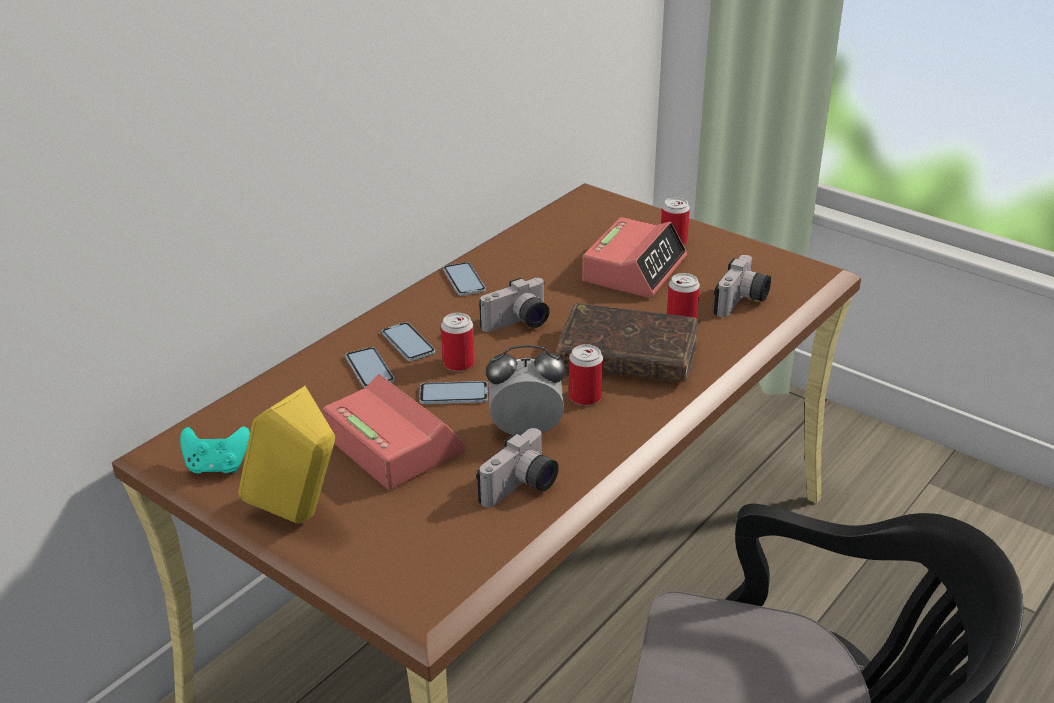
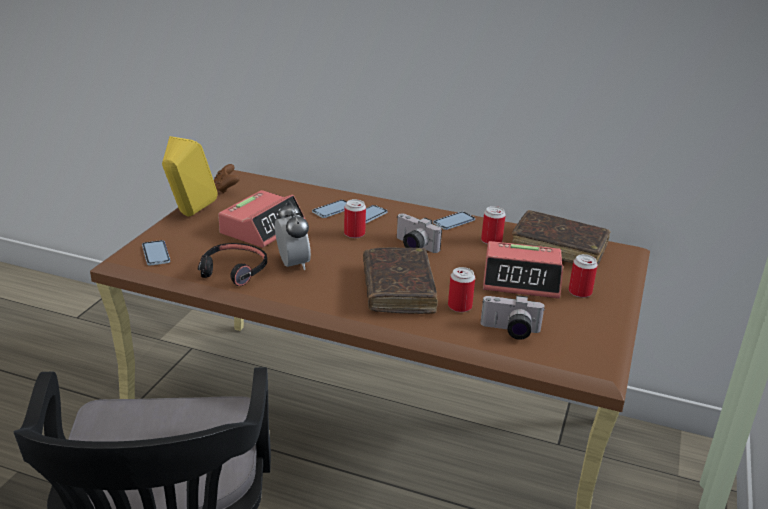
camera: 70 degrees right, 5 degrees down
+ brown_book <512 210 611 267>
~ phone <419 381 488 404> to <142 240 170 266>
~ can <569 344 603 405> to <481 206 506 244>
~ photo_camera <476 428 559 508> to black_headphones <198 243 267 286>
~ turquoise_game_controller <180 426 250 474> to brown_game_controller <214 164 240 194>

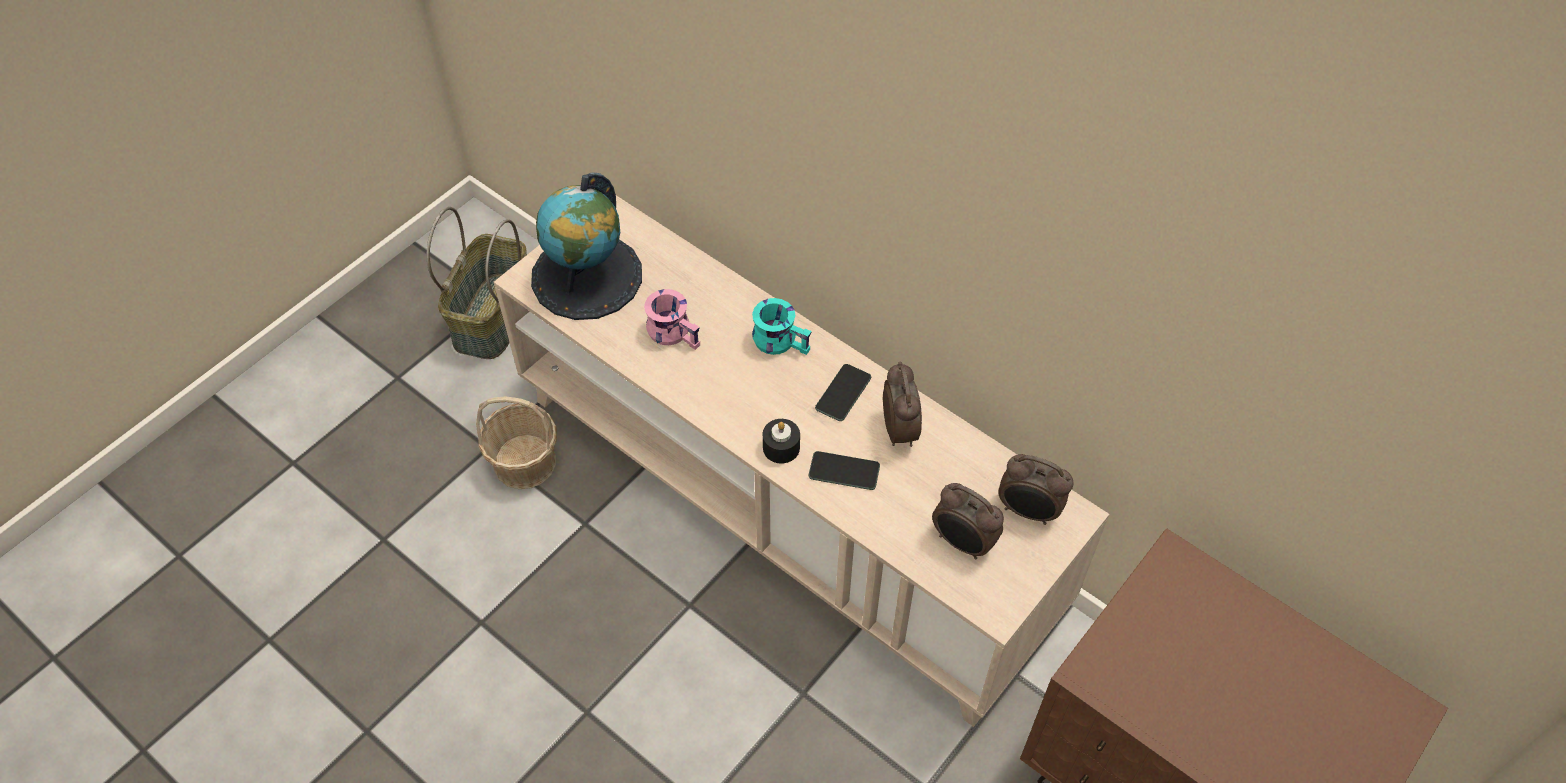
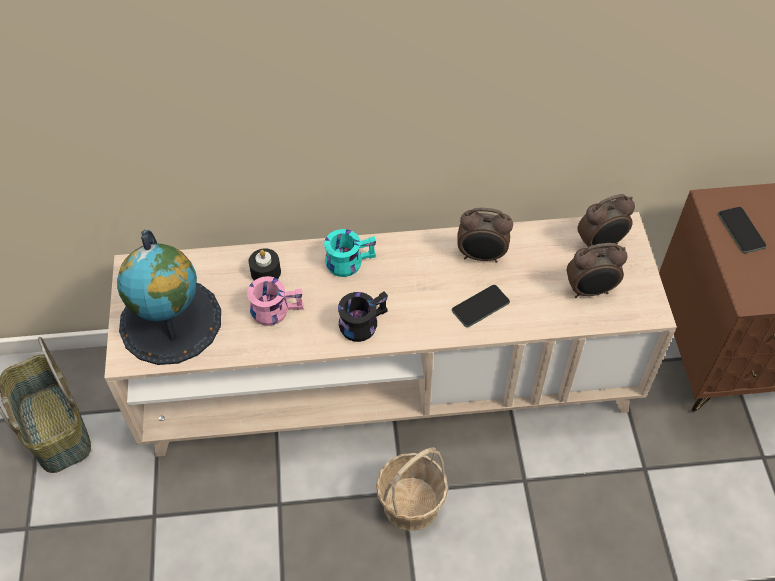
camera: 45 degrees left, 0 degrees up
+ black_mug <338 291 388 342>
~ basket <476 397 557 489> to <376 447 448 531>
~ black_candle <763 419 800 464> to <249 248 281 280>
~ phone <815 364 871 421> to <718 207 767 253>
~ alarm_clock <883 361 922 447> = <457 208 513 263> 150 degrees clockwise

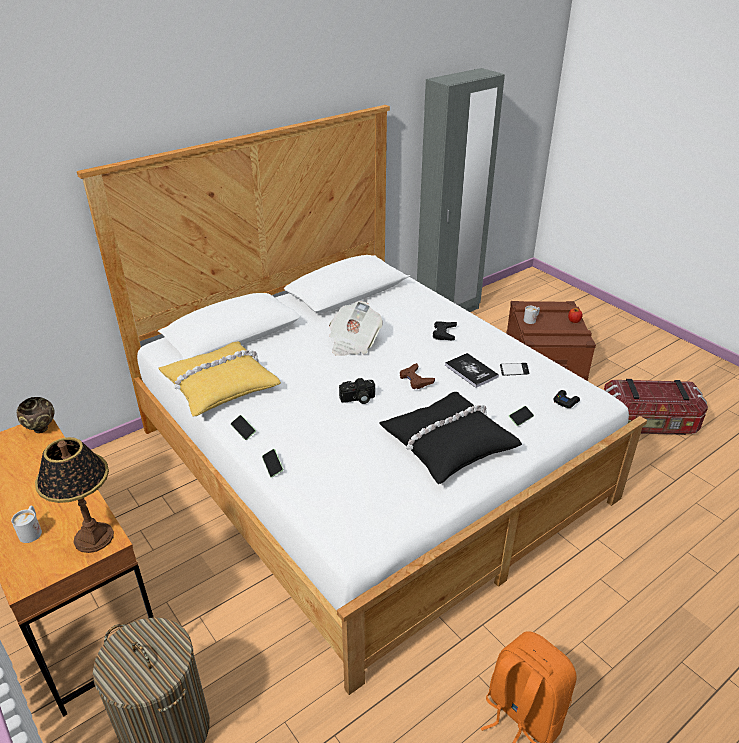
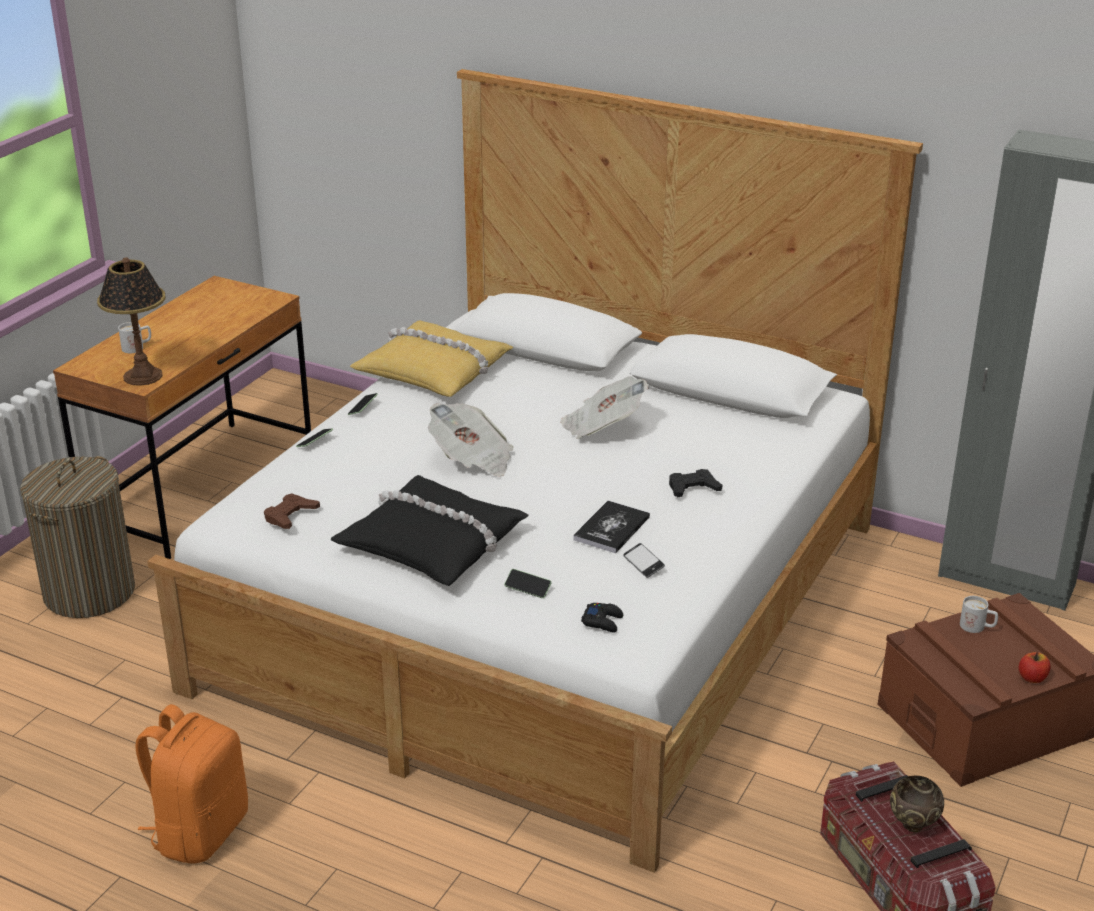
camera: 65 degrees right, 5 degrees down
~ brown_bowl <17 397 54 433> to <890 776 944 832>
~ brown_game_controller <400 363 435 389> to <264 493 320 529>
~ photo_camera <339 378 375 404> to newspaper <428 403 514 477>

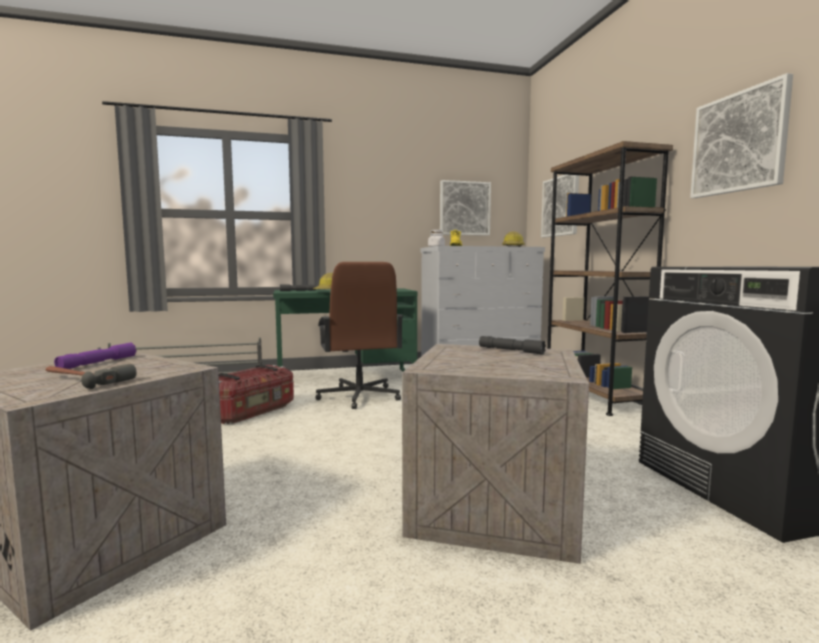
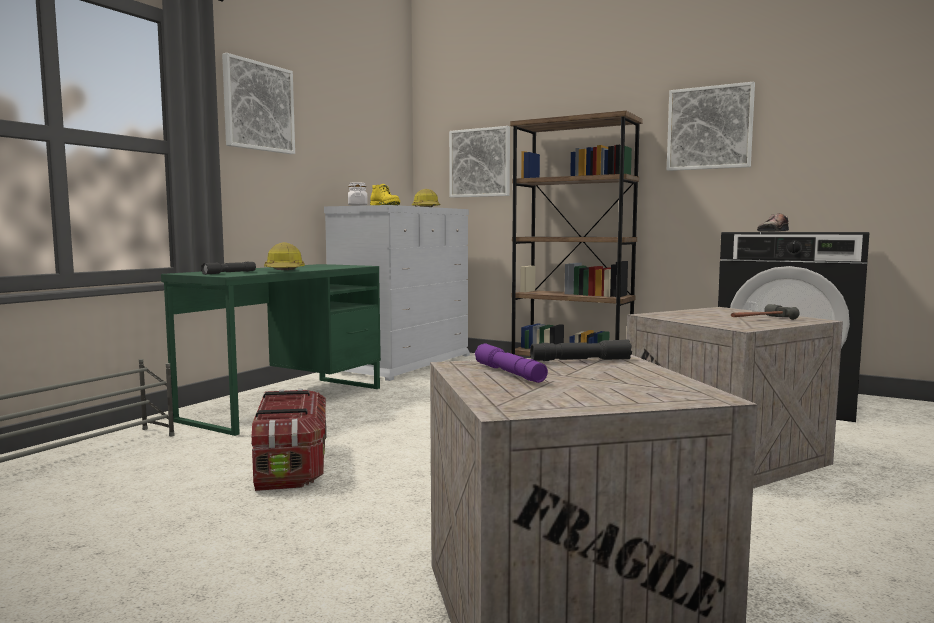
camera: 45 degrees left, 0 degrees up
- brown_office_chair <315 262 403 409>
+ shoe <757 213 789 232>
~ hammer <45 364 137 389> to <731 304 799 320>
~ picture <440 180 491 236> to <222 53 295 154>
~ grey_flashlight <479 336 546 355> to <530 340 632 361>

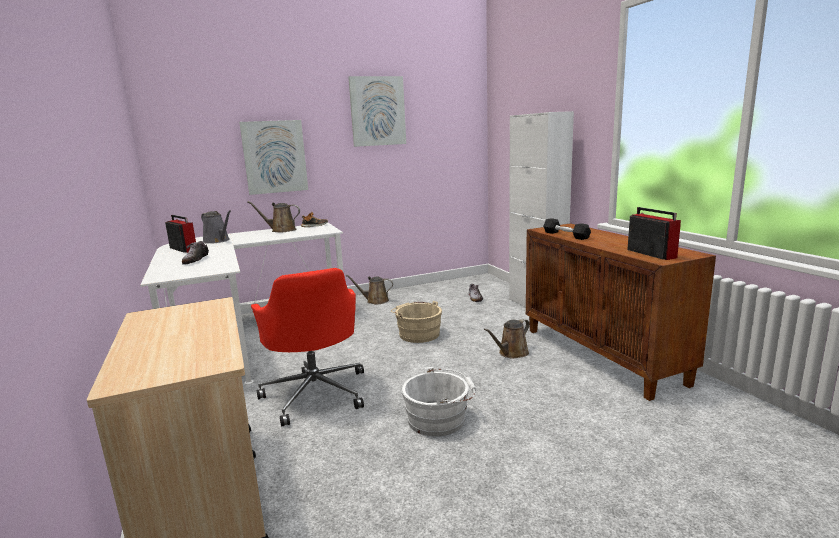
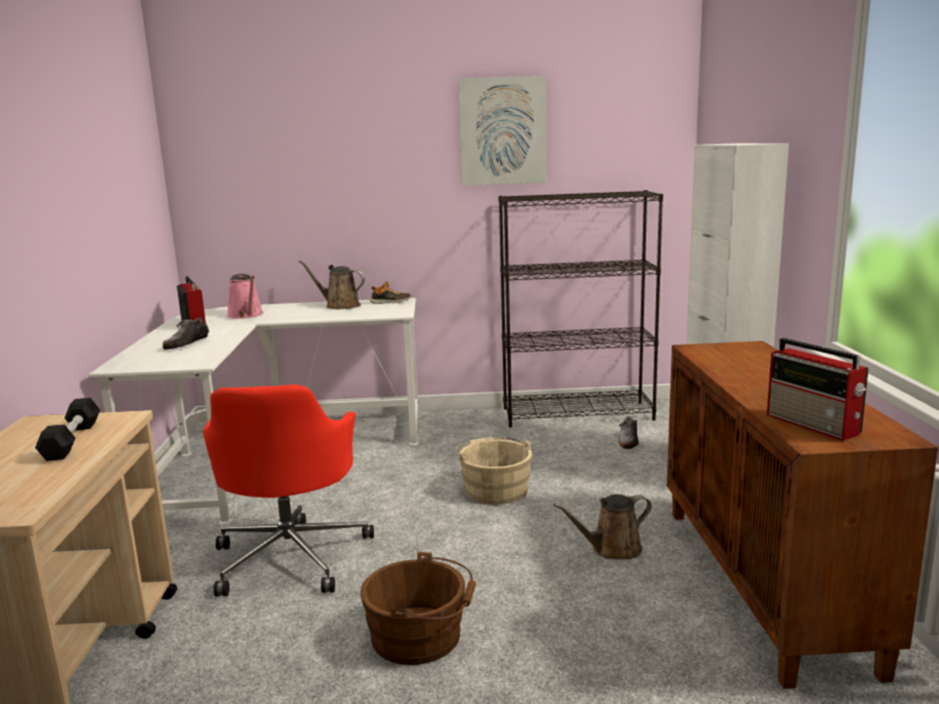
camera: 20 degrees right, 0 degrees up
- picture <239 120 308 195>
- brown_watering_can <346 275 393 304>
+ black_bookcase <499 190 663 428>
~ black_dumbbell <543 218 591 240> to <35 398 100 461>
~ grey_watering_can <201 210 231 244> to pink_watering_can <227 274 263 319>
~ white_bucket <402 367 476 436> to brown_bucket <360 552 476 665>
~ radio <627 207 681 260> = <767 338 869 441> 150 degrees clockwise

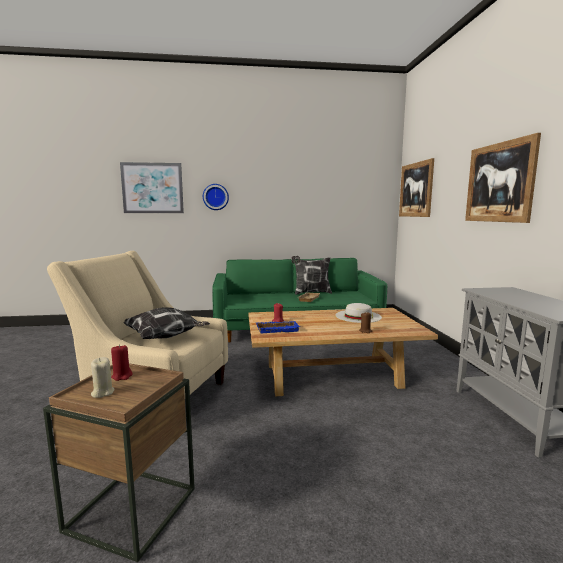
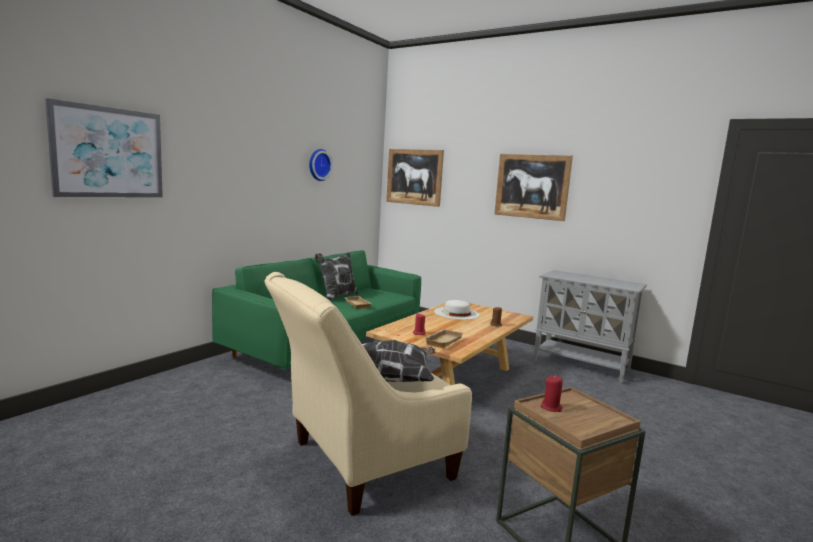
camera: 50 degrees left, 0 degrees up
- beige_candle <91 357 114 398>
~ wall_clock <203 184 229 210> to <309 149 333 181>
~ blue_tray <256 321 300 333> to beige_tray <424 329 463 348>

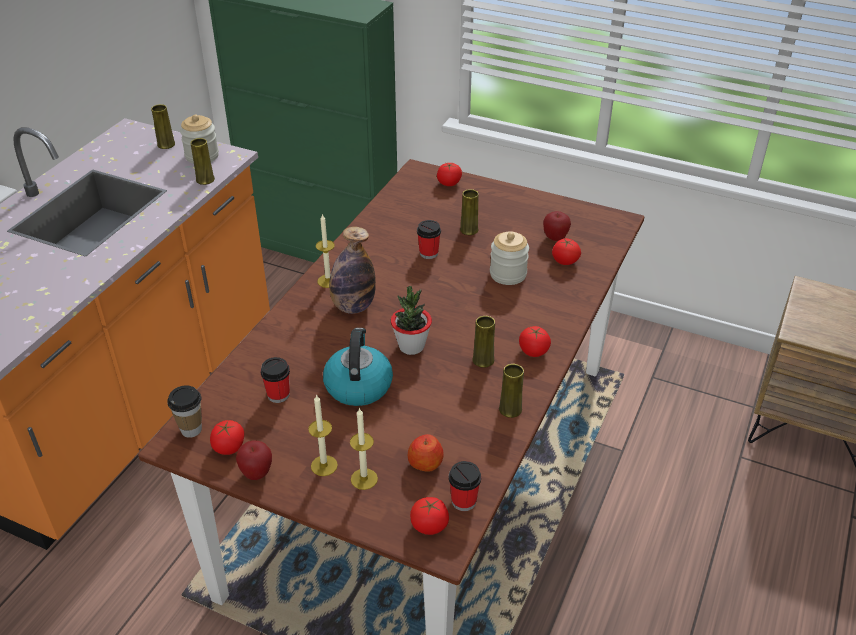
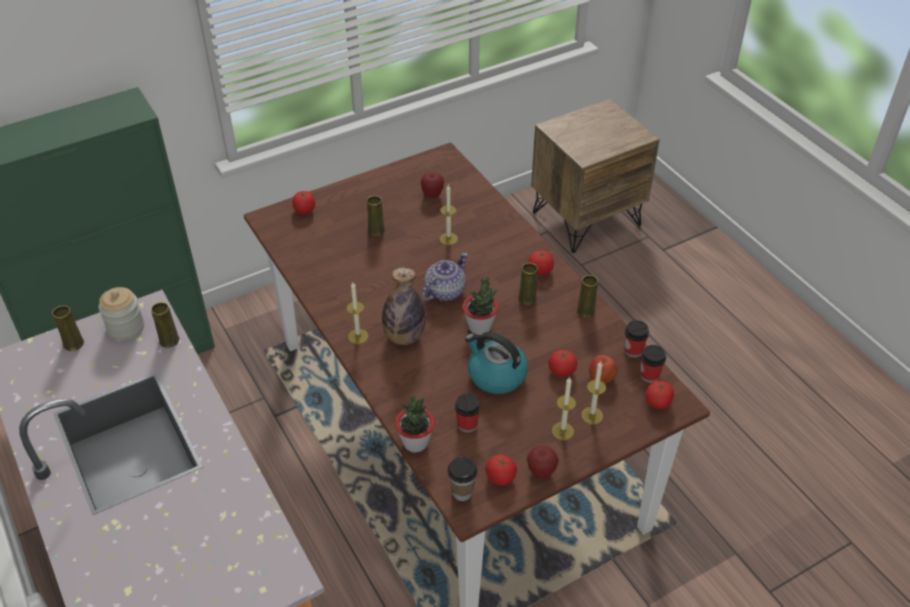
camera: 55 degrees left, 5 degrees up
+ potted_plant <395 396 435 453>
+ teapot <422 253 468 301>
~ cup <417 220 441 259> to <624 320 649 358>
~ tomato <552 238 581 265> to <548 350 577 377>
~ jar <490 231 529 285> to candle <439 185 458 245>

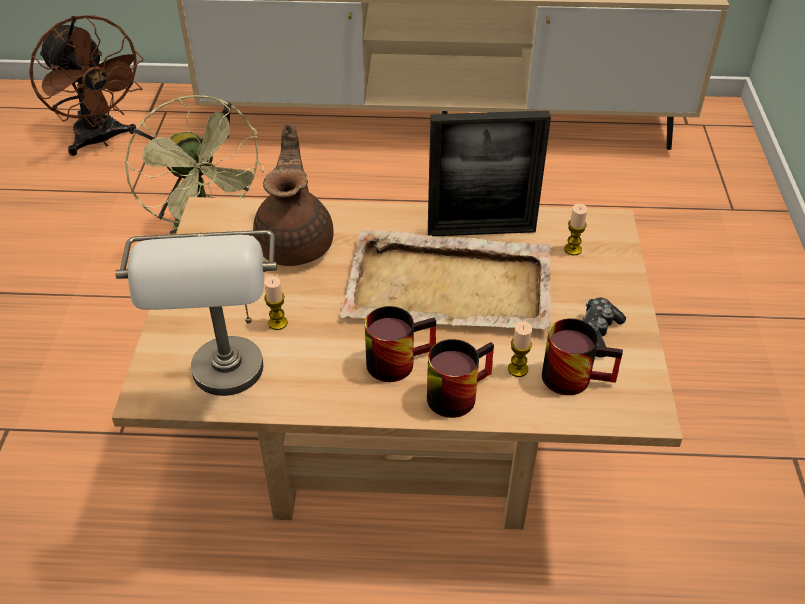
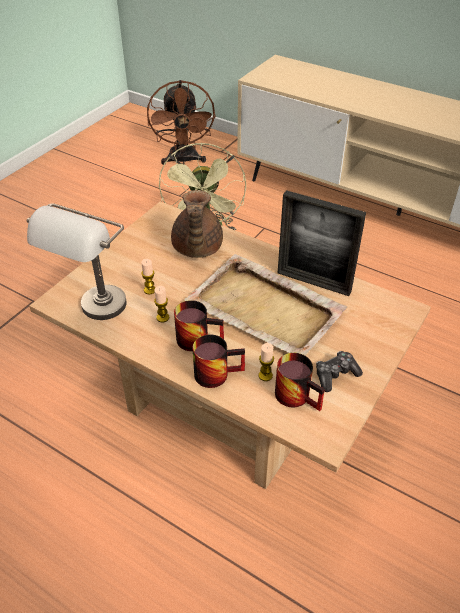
camera: 30 degrees right, 0 degrees up
~ candle <564 203 588 256> to <154 286 169 322>
~ brown_teapot <253 123 334 266> = <171 190 223 258> 150 degrees clockwise

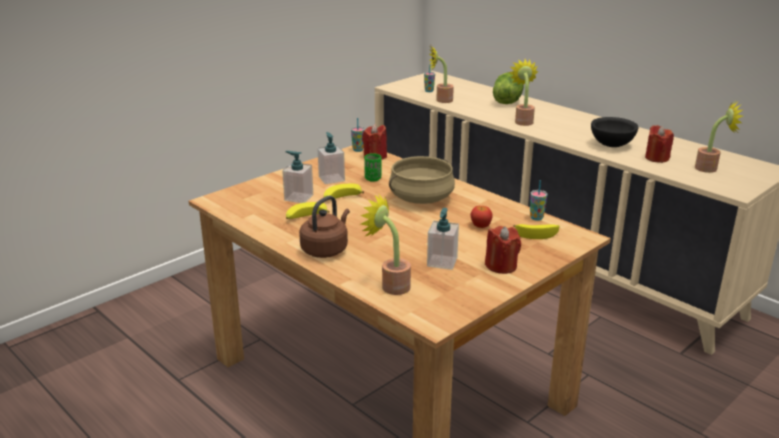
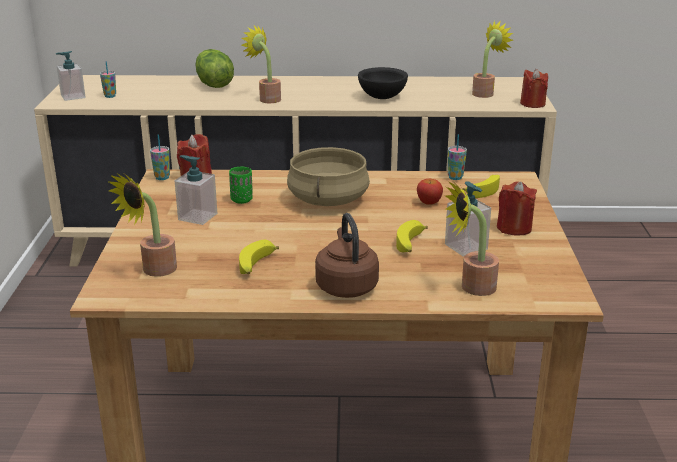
camera: 45 degrees left, 0 degrees up
~ soap_dispenser <282 151 313 203> to <56 51 86 101>
~ banana <324 184 364 200> to <396 220 428 252>
~ potted_plant <429 46 454 103> to <109 174 177 277>
~ red_candle <645 125 674 163> to <520 69 548 108>

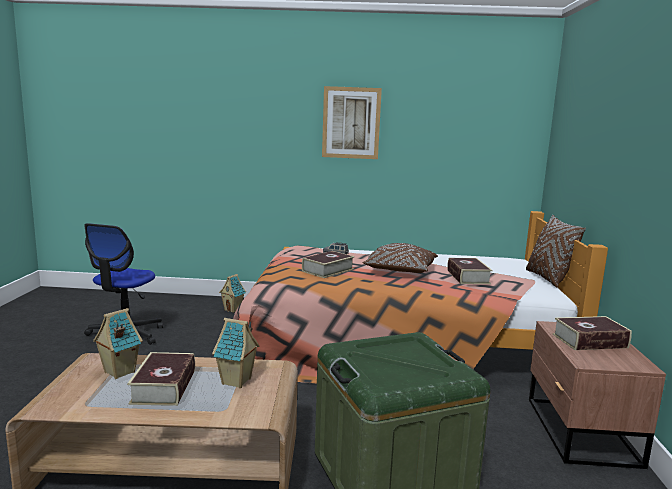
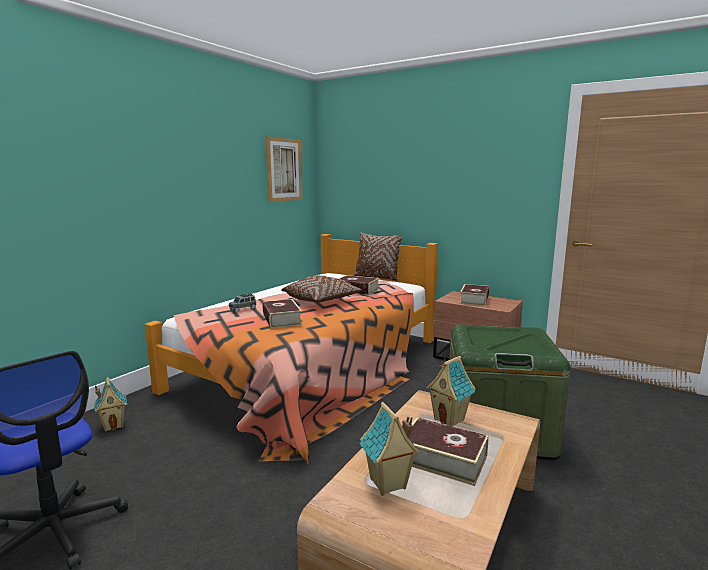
camera: 60 degrees left, 0 degrees up
~ picture <322 86 382 159> to <266 137 302 202>

